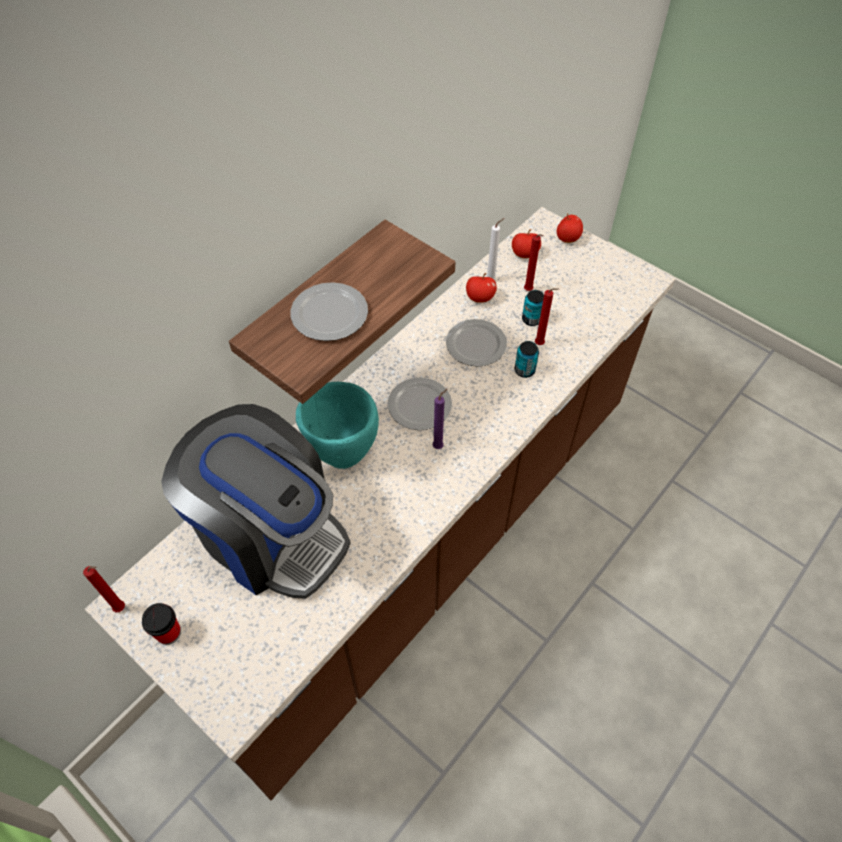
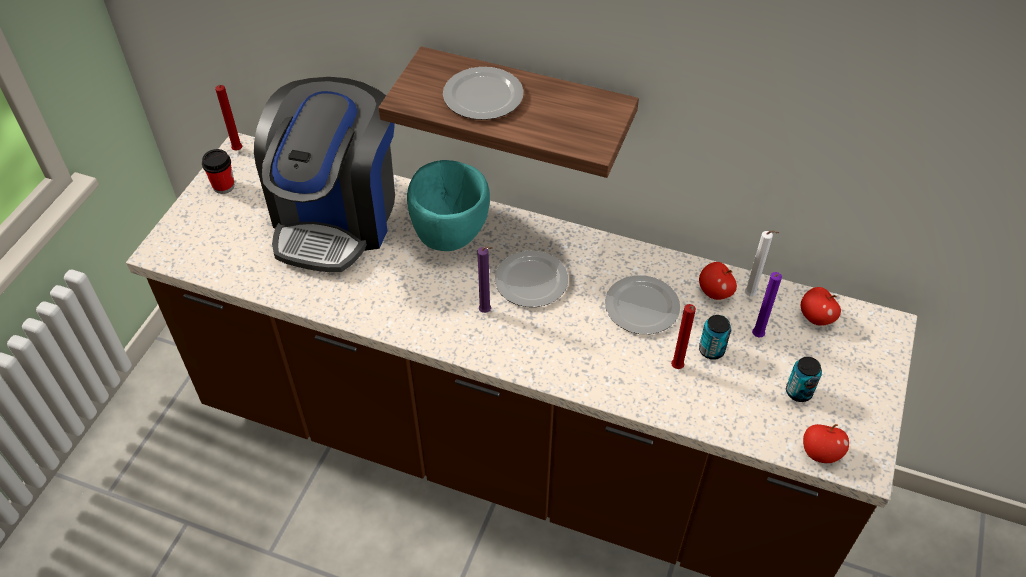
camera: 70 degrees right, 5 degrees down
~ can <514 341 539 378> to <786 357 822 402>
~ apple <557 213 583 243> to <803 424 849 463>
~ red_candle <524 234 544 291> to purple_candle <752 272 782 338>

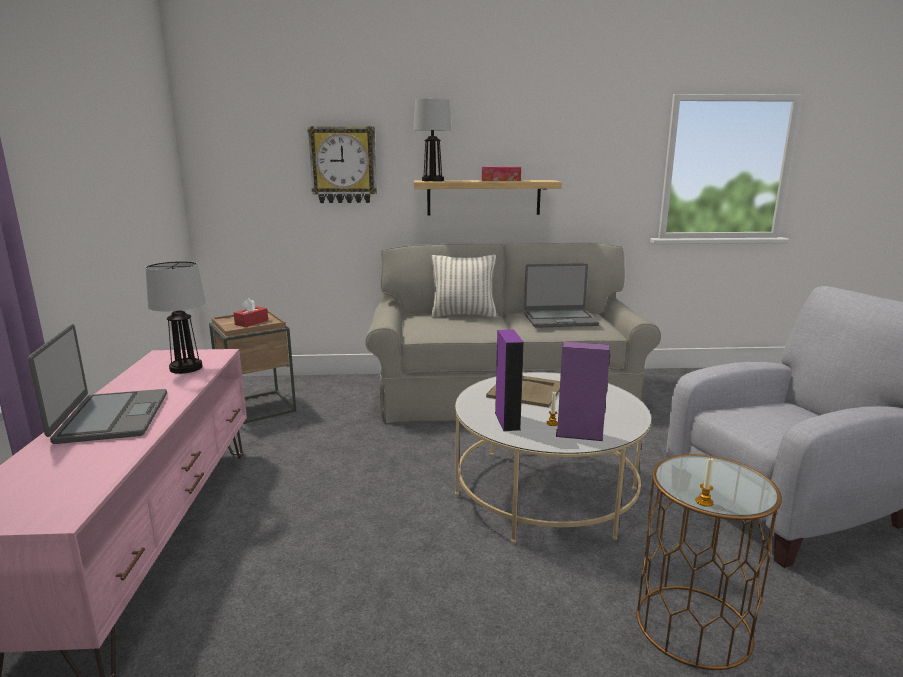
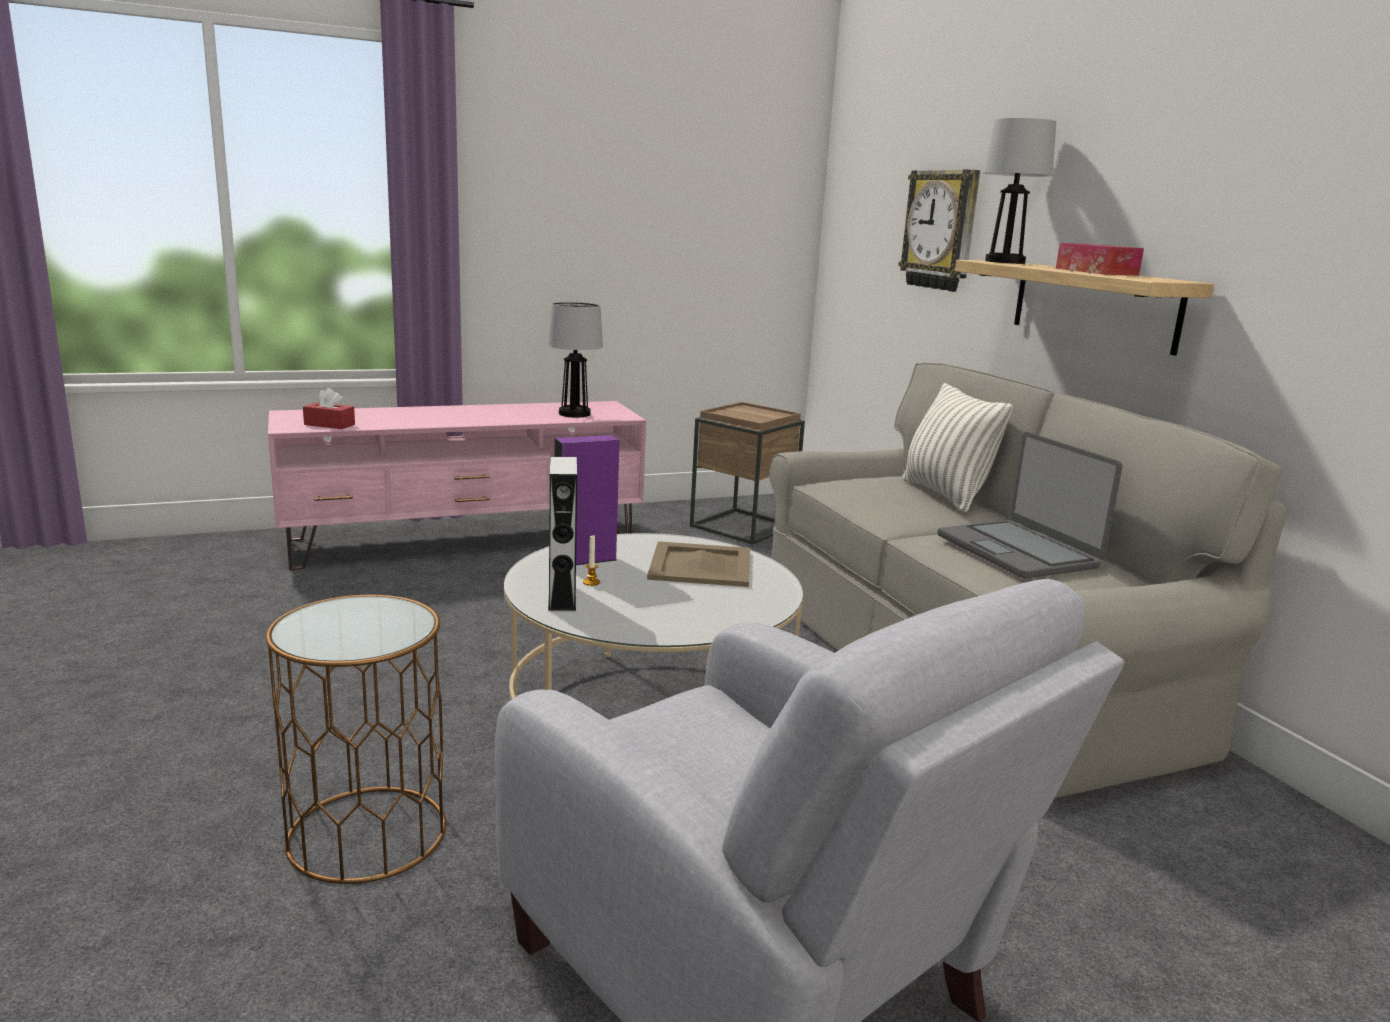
camera: 70 degrees right, 0 degrees up
- laptop <28 324 167 444>
- candle <696 458 714 507>
~ red_tissue_box <234 298 268 327> to <303 388 355 429>
~ purple_speaker <556 342 610 441> to grey_speaker <548 457 577 611>

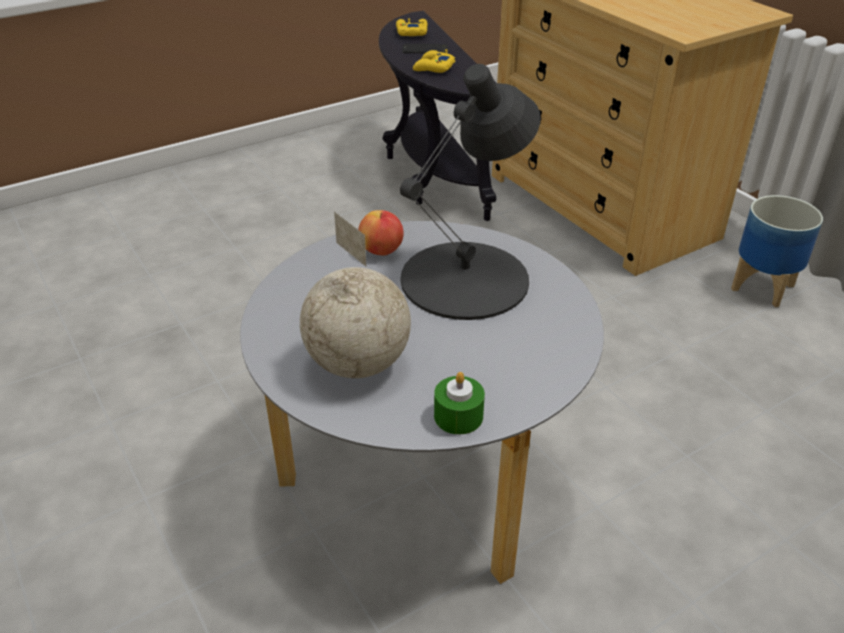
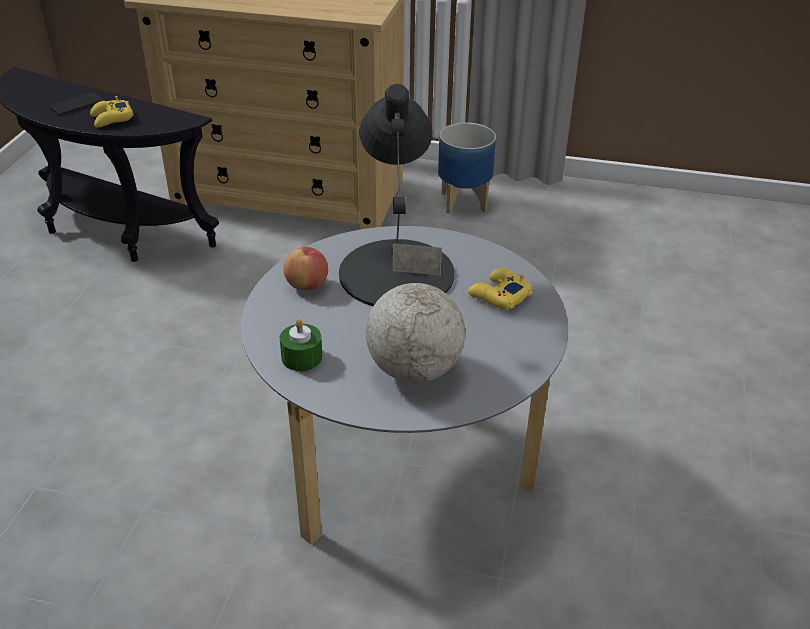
camera: 45 degrees left, 0 degrees up
~ yellow_game_controller <396 18 428 36> to <468 268 532 310>
~ green_candle <434 372 485 434> to <280 319 323 371>

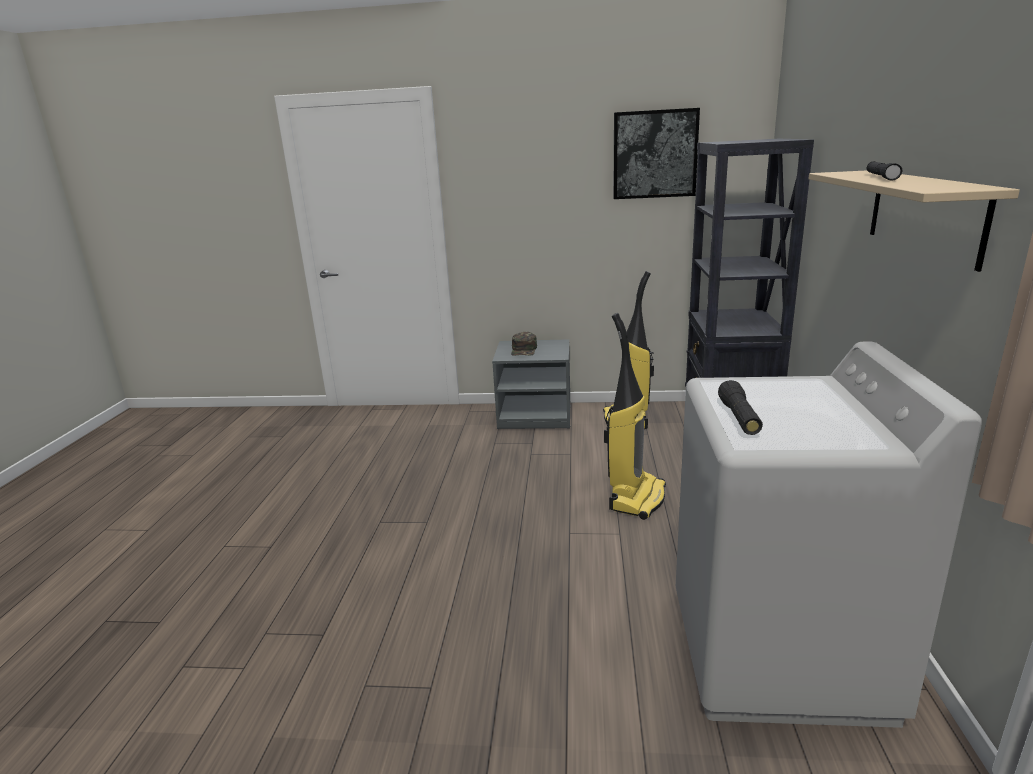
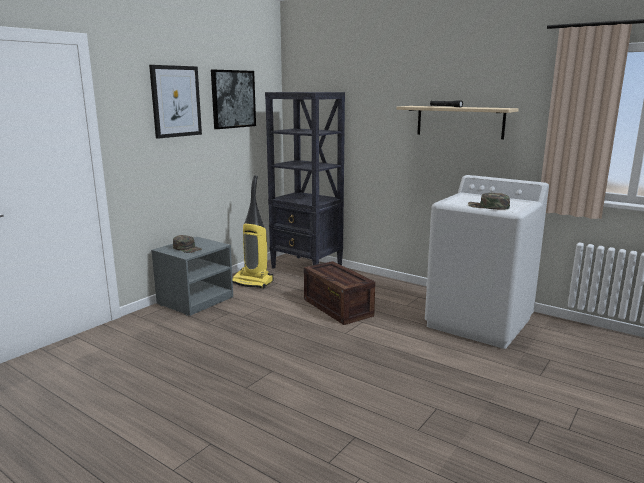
camera: 60 degrees left, 5 degrees down
+ picture <149 65 202 139>
~ vacuum_cleaner <604 313 666 520> to crate <304 261 375 325>
~ black_flashlight <718 380 763 435> to green_cap <468 193 510 210>

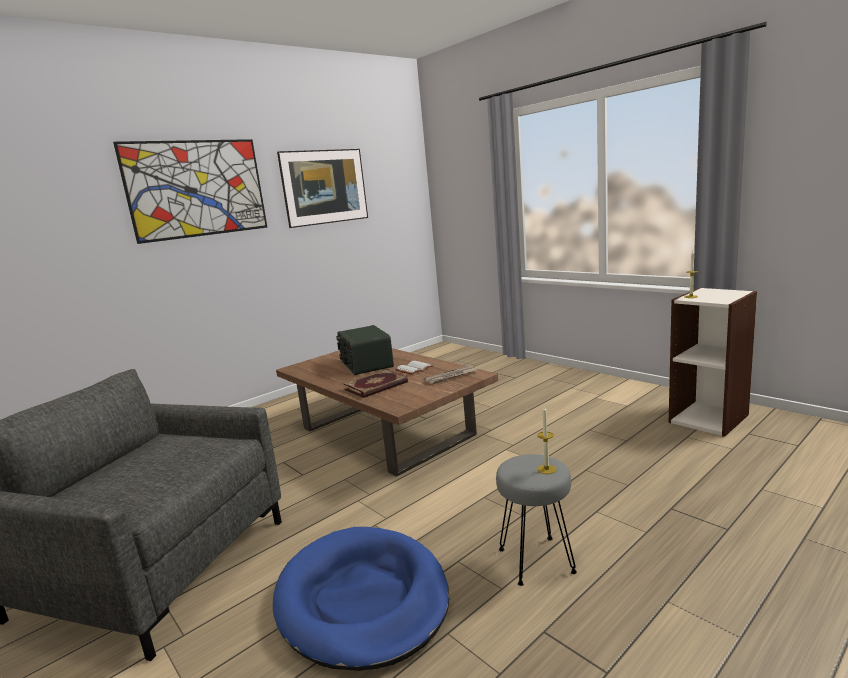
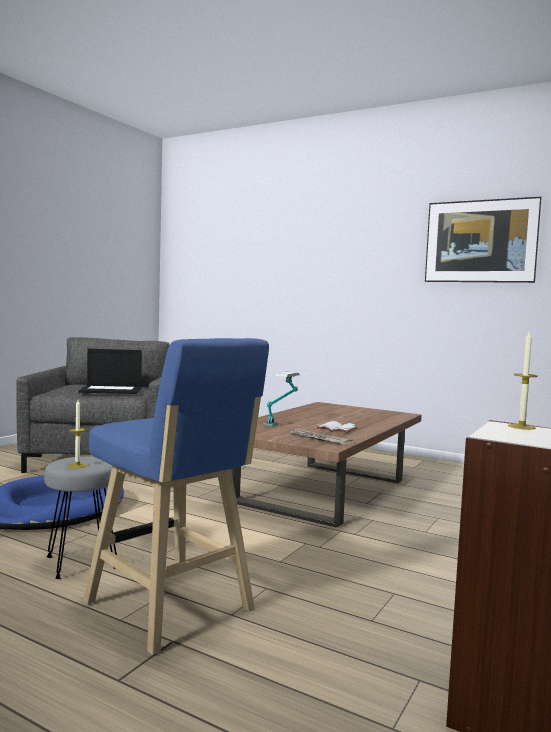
camera: 70 degrees right, 10 degrees down
- picture <113 139 267 244>
- radio <336 325 394 375>
+ laptop <78 349 142 394>
+ blue_stool <84 338 269 655>
~ book <344 369 408 398> to table_lamp <263 372 300 427>

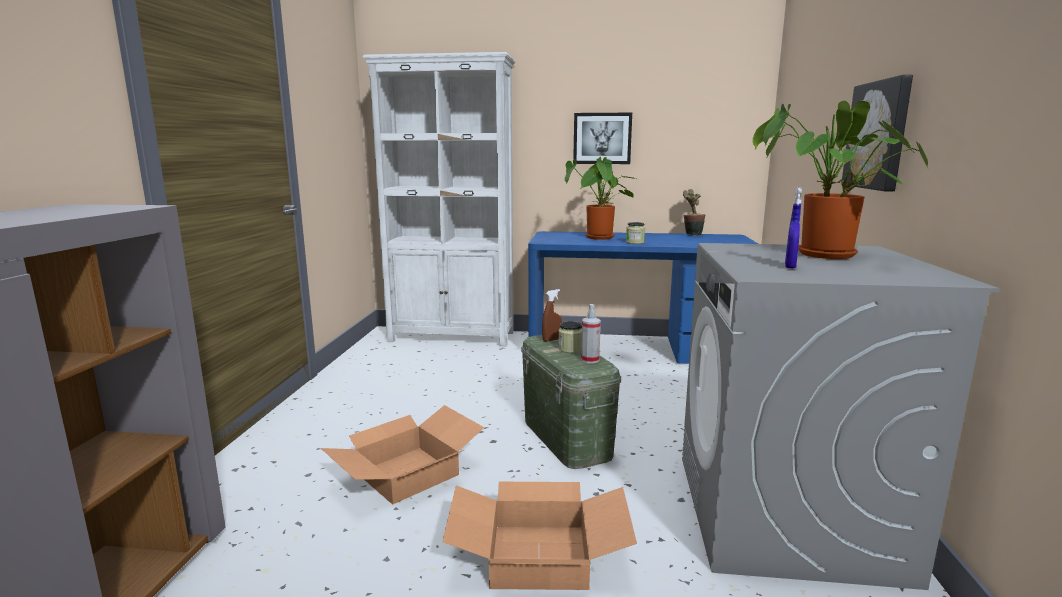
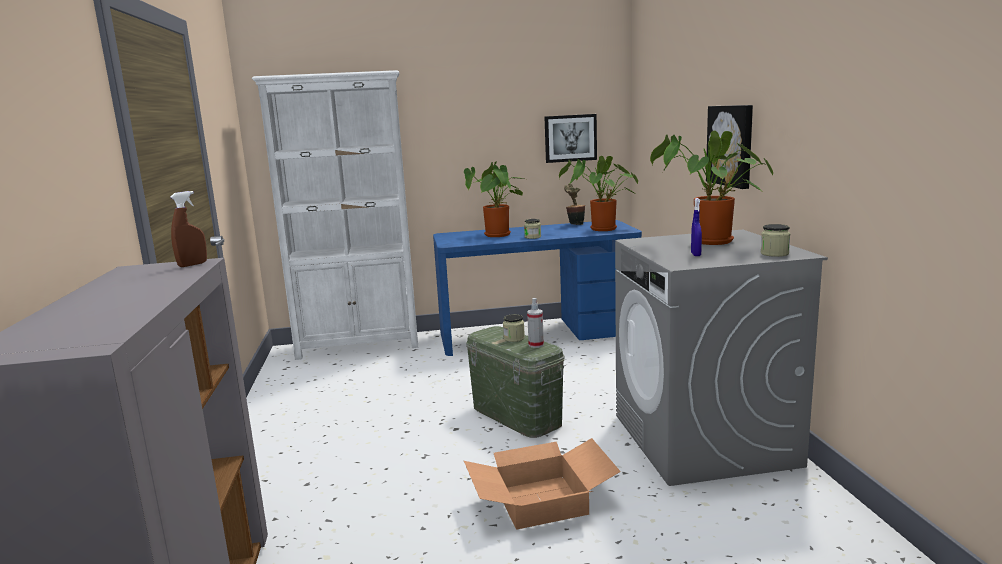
camera: 15 degrees left, 0 degrees up
- cardboard_box <321 405 485 505>
+ potted_plant <559 156 638 231>
+ jar <761 224 790 257>
~ brown_spray_bottle <542 289 562 342> to <170 191 207 267>
~ picture <573 113 632 164> to <545 114 597 163>

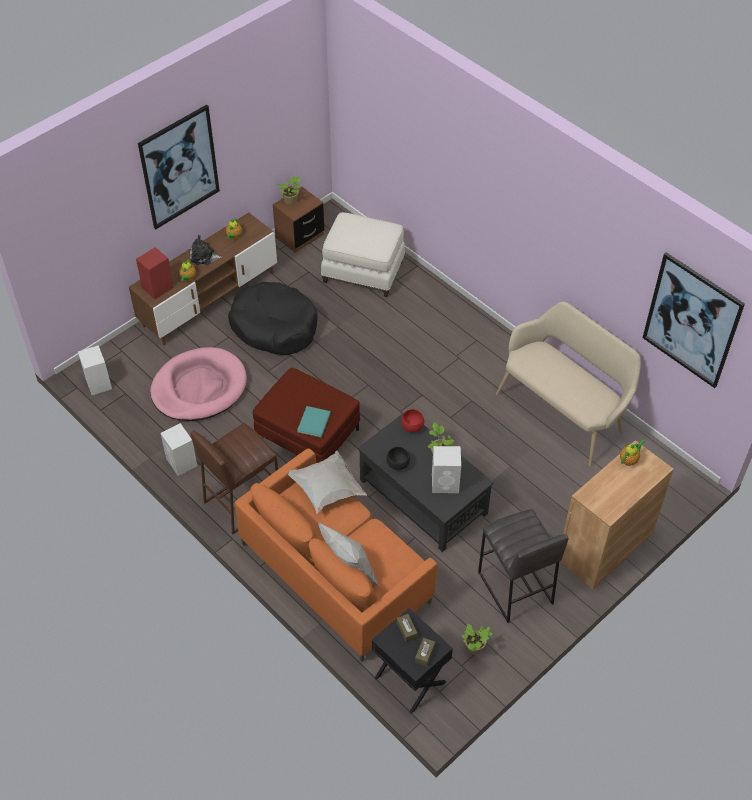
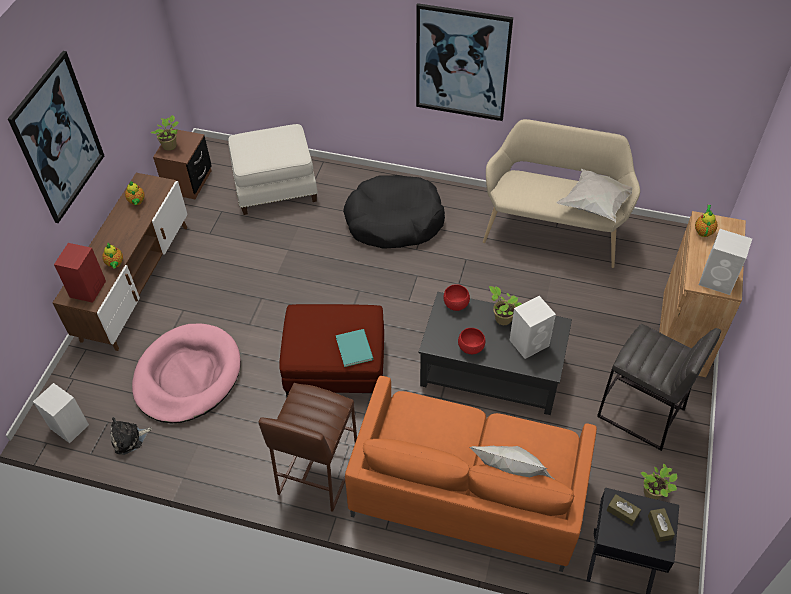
camera: 30 degrees left, 0 degrees up
~ white_speaker <161 423 197 476> to <699 229 752 295>
~ plush_toy <190 235 223 265> to <110 417 152 455>
~ black_dog_bed <228 282 318 355> to <343 175 445 249>
~ white_pillow <288 451 367 514> to <556 169 632 222>
~ picture <643 252 745 388> to <416 3 513 121>
~ black_bowl <387 447 410 470> to red_bowl <458 328 486 354>

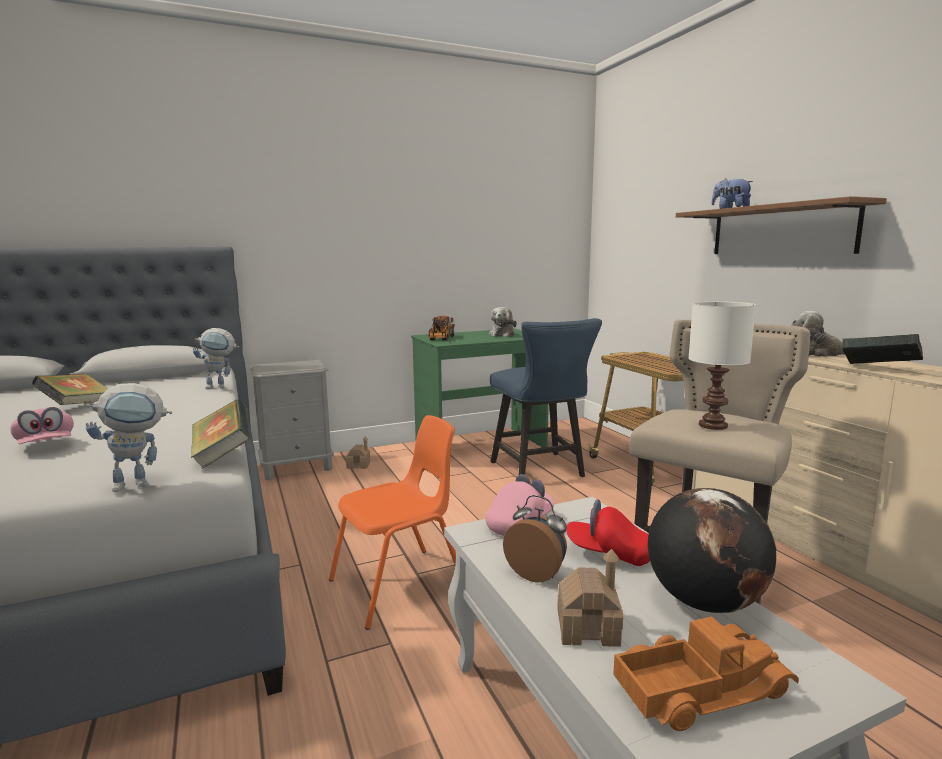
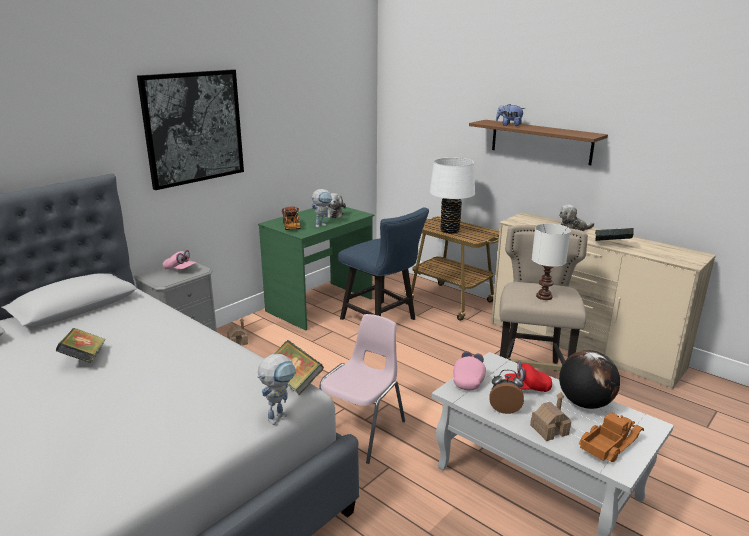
camera: 25 degrees left, 10 degrees up
+ picture <137 69 244 190>
+ white_table_lamp <430 157 475 234>
~ pink_cap <10 407 74 445> to <163 250 196 269>
~ toy_robot <193 328 239 389> to <310 189 333 228>
~ orange_chair <329 415 456 630> to pink_chair <319 314 405 464>

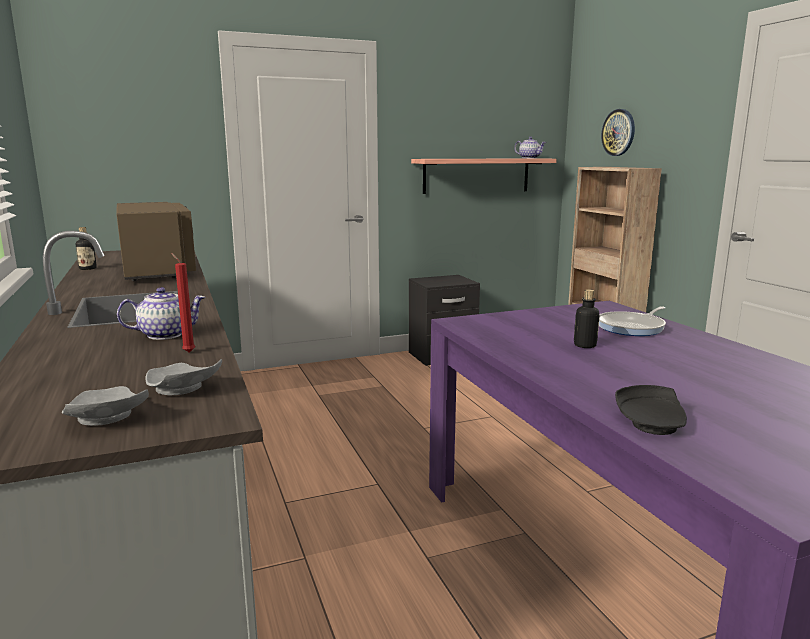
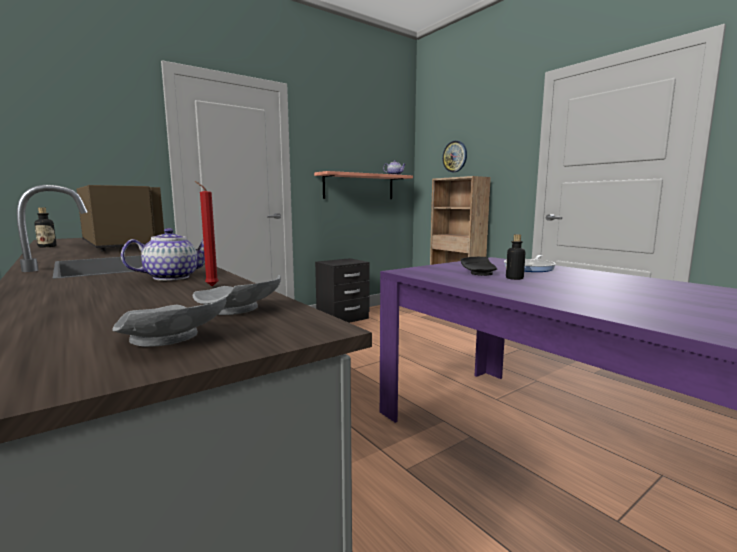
camera: 15 degrees left, 5 degrees down
~ black_plate <615 385 687 435> to <461 257 497 276>

